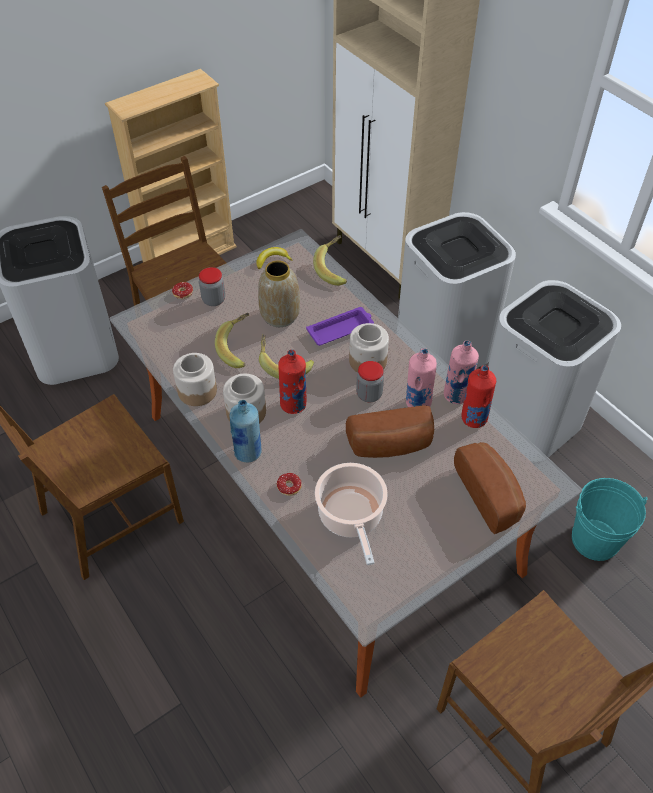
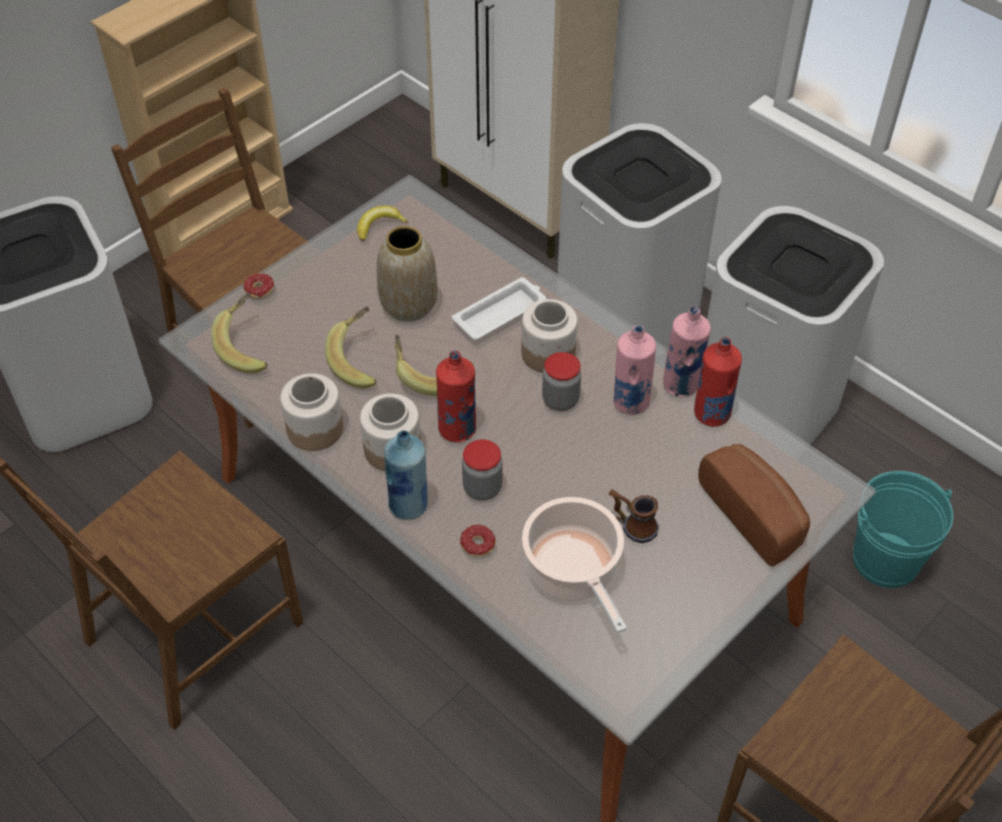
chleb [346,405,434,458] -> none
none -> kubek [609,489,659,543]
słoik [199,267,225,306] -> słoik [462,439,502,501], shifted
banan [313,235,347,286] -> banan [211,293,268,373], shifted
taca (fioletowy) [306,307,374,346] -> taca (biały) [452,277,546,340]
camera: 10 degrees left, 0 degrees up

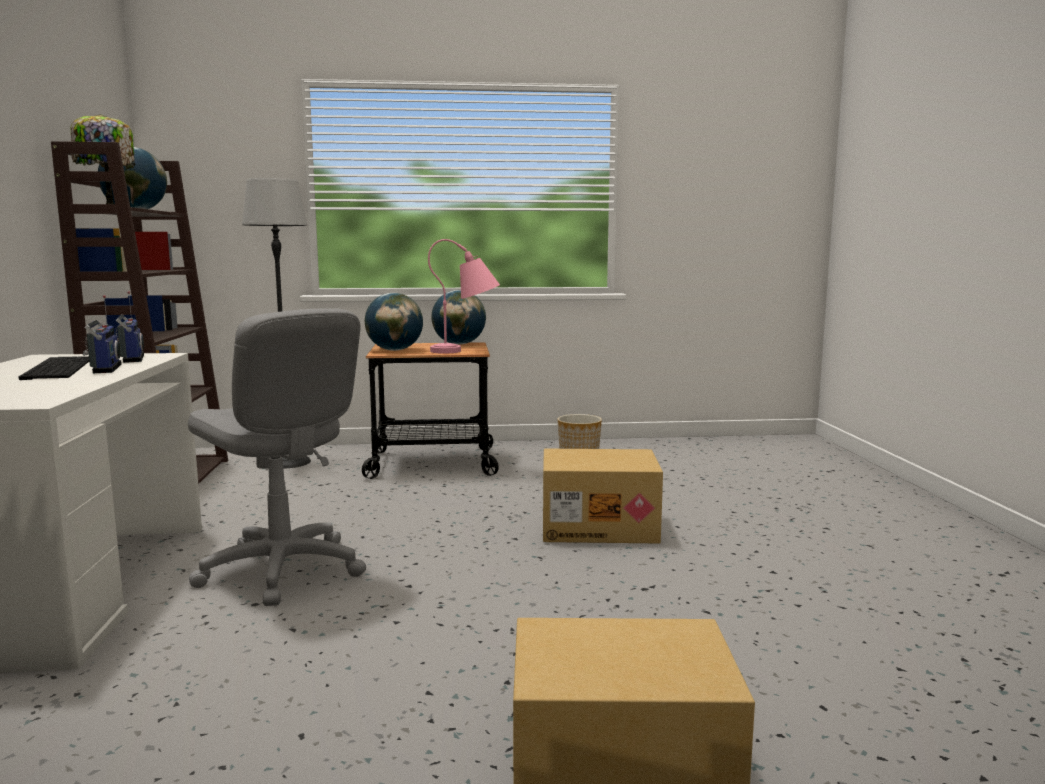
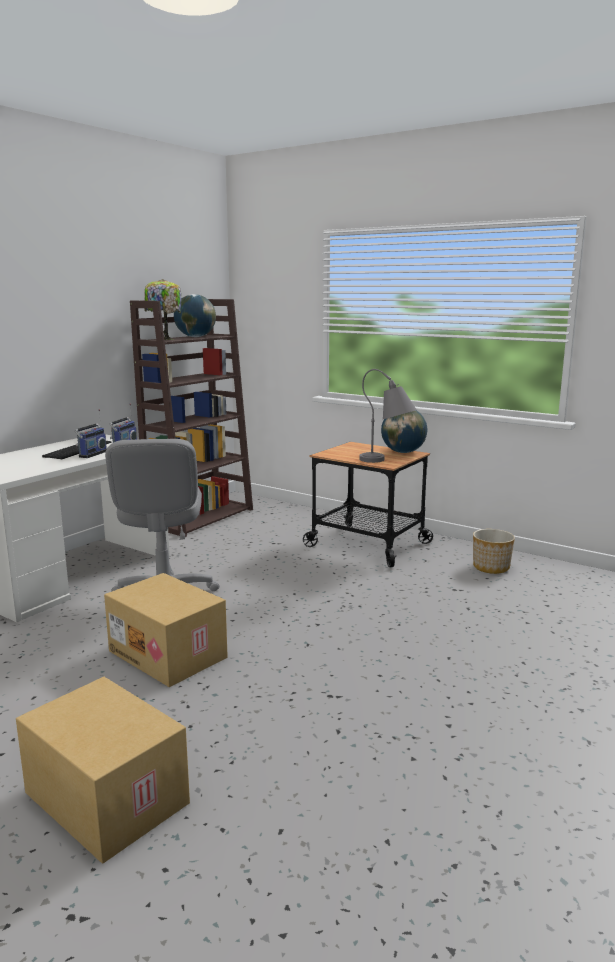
lampa stojąca [242,178,311,469] -> none
globus [365,293,423,351] -> none
karton [543,449,663,544] -> karton [104,573,228,687], shifted
lampa stołowa (różowy) [428,239,500,354] -> lampa stołowa (szary) [359,369,417,463]
camera: 40 degrees right, 5 degrees up

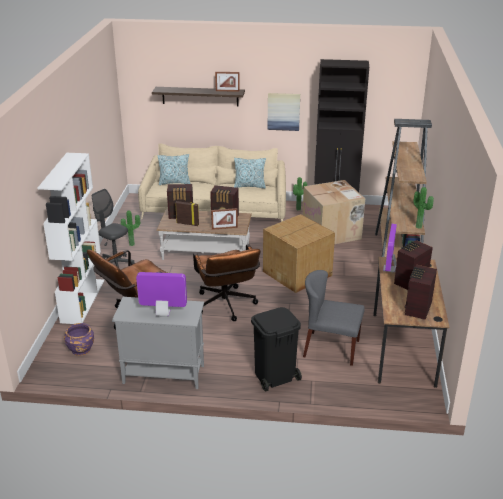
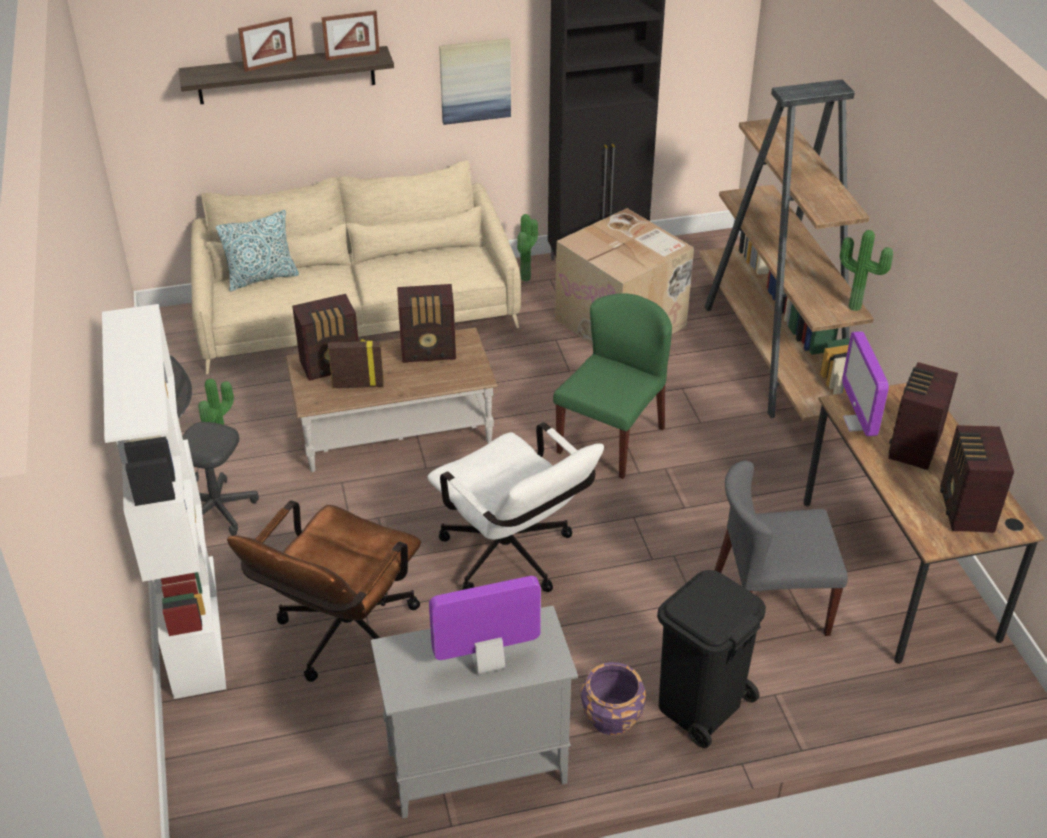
poduszka [234,158,266,189] -> none
donica (fioletowy) [64,323,94,355] -> donica (fioletowy) [581,662,646,735], shifted
ramka na zdjęcie [211,208,238,230] -> ramka na zdjęcie [238,17,297,72], shifted
karton [263,214,335,293] -> krzesło (zielony) [553,293,672,479]
krzesło biurowe (brązowy) [193,245,261,321] -> krzesło biurowe (biały) [427,422,604,592]
camera: 20 degrees left, 10 degrees up

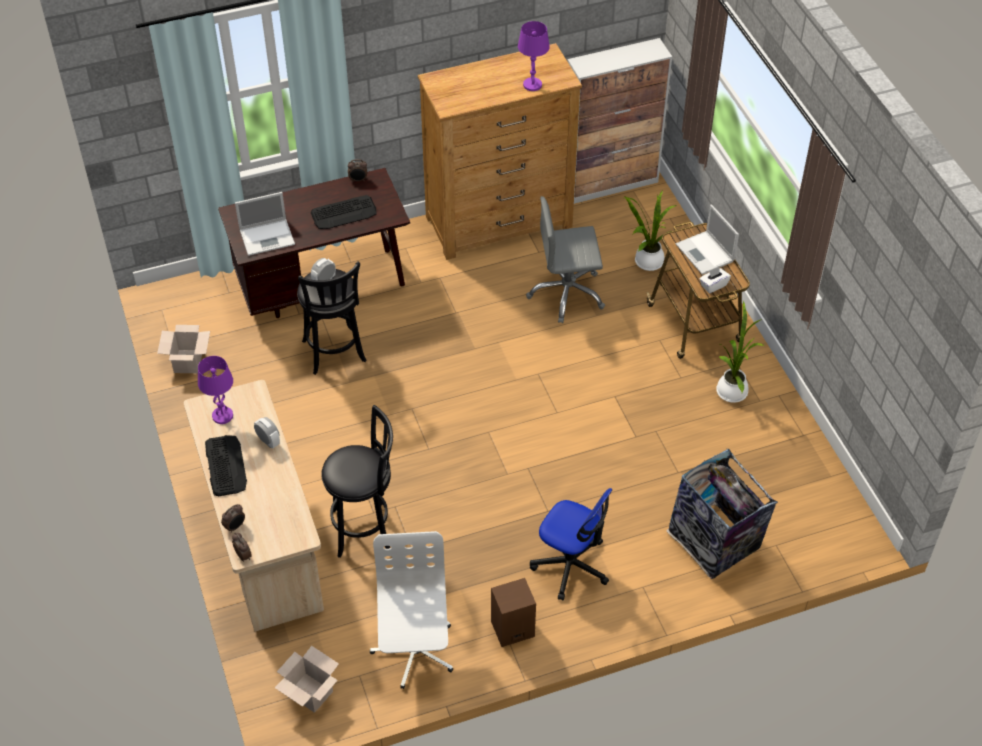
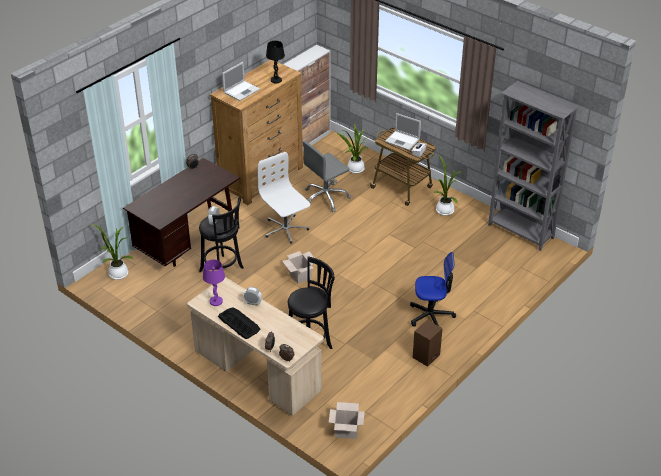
klawiatura [311,195,376,229] -> none
kosz na śmieci [666,449,778,579] -> none
none -> roślina doniczkowa [90,224,133,280]
none -> regał (szary) [488,81,579,251]
karton [157,325,210,373] -> karton [282,251,314,284], shifted
laptop [235,192,295,256] -> laptop [222,62,260,101], shifted
krzesło biurowe (biały) [370,531,453,689] -> krzesło biurowe (biały) [258,152,310,243], shifted
lampa stołowa (fioletowy) [518,21,550,91] -> lampa stołowa (czarny) [266,41,285,83]
camera: 30 degrees left, 10 degrees down

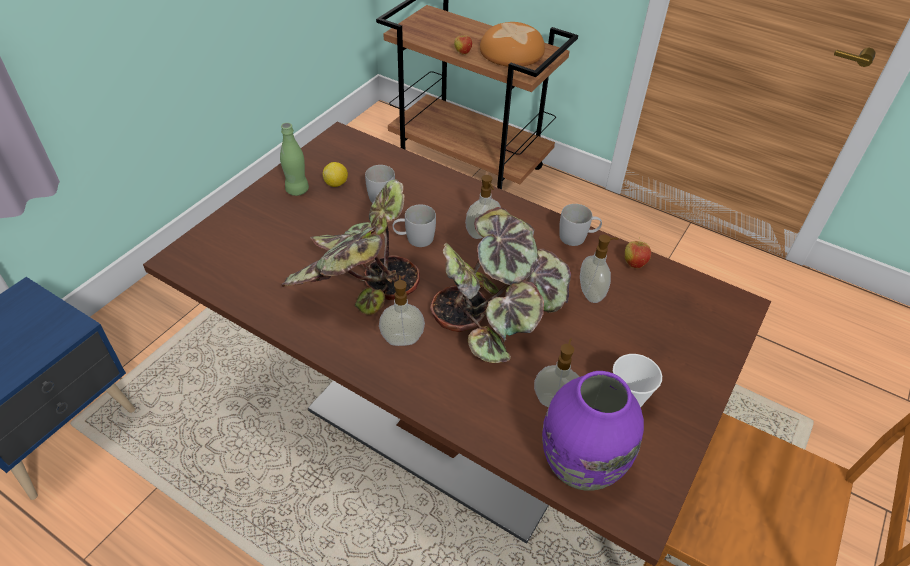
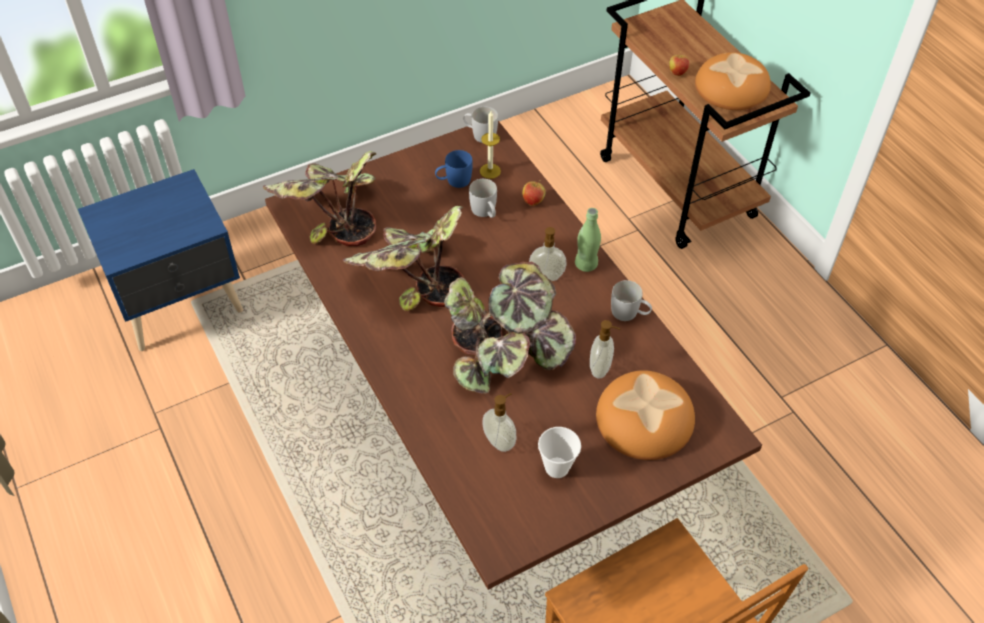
dozownik mydła [379,275,425,346] -> none
wazon (fioletowy) [542,371,644,491] -> none
none -> roślina doniczkowa [263,151,376,246]
none -> świeca [480,111,501,179]
none -> chleb [596,370,695,460]
butelka (zielony) [280,123,309,196] -> butelka (zielony) [575,208,601,272], shifted
kubek (biały) [392,204,436,247] -> kubek (biały) [463,107,498,143], shifted
jabłko [625,237,651,268] -> jabłko [523,180,546,206], shifted
cytryna [323,162,348,187] -> kubek (niebieski) [435,150,473,188]
camera: 30 degrees right, 5 degrees up

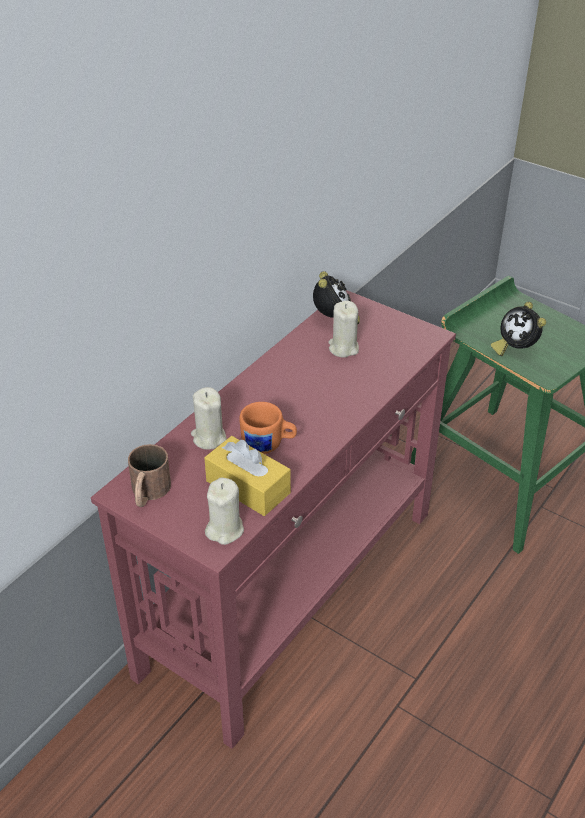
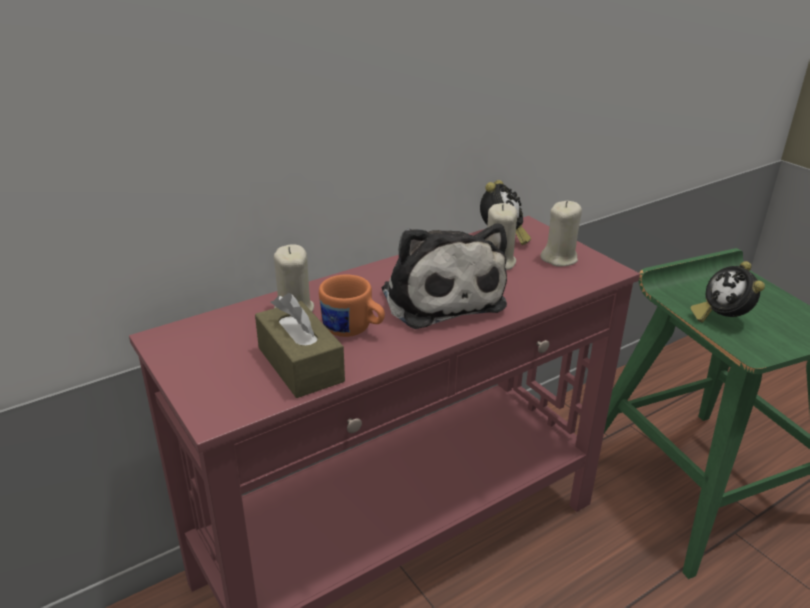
kubek (brązowy) [128,444,171,507] -> none
none -> pluszak [381,223,507,329]
świeca (beżowy) [205,477,244,545] -> świeca (beżowy) [540,201,582,267], shifted
pudełko chusteczek (żółty) [204,436,291,516] -> pudełko chusteczek (brązowy) [255,293,345,398]
camera: 20 degrees right, 10 degrees down

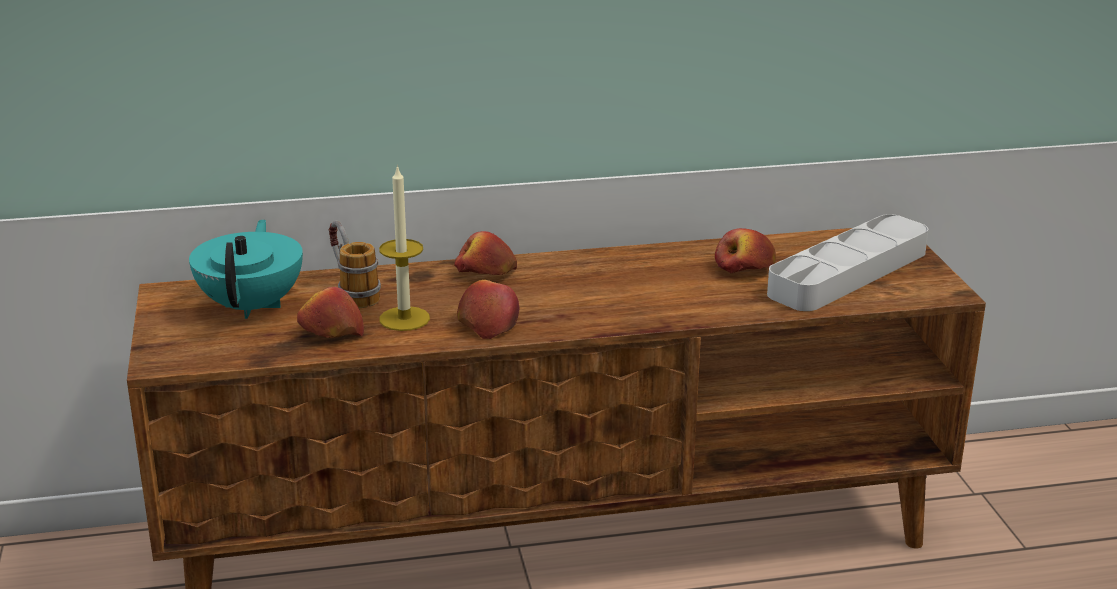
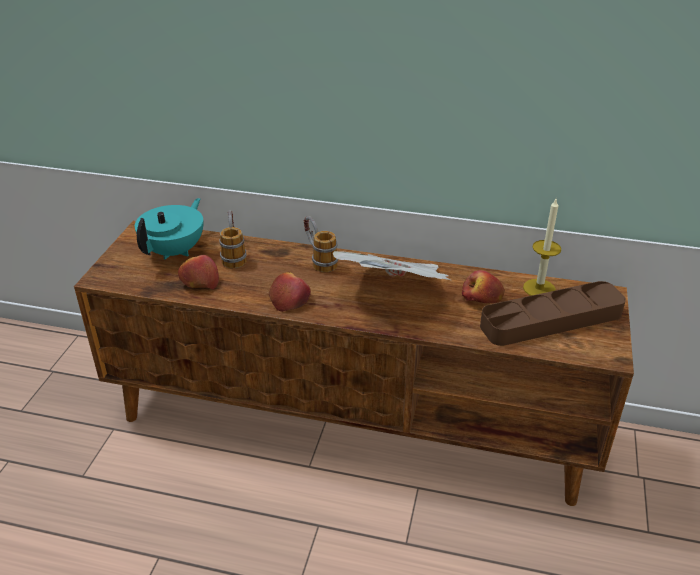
none -> gazeta [333,251,450,280]
świeca [379,165,430,331] -> świeca [523,197,561,296], shifted
jabłko [454,231,517,275] -> kubek [304,216,338,272]
taca (szary) [767,214,928,311] -> taca (brązowy) [480,281,626,346]
camera: 25 degrees right, 10 degrees up

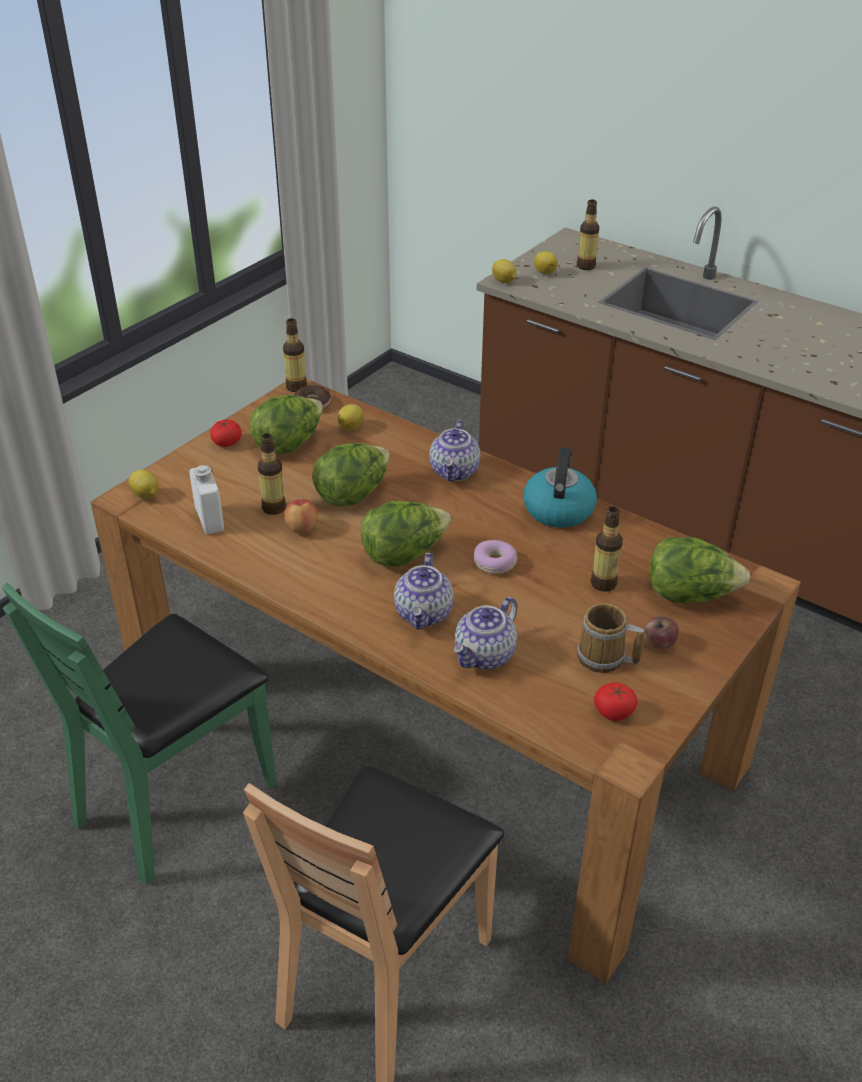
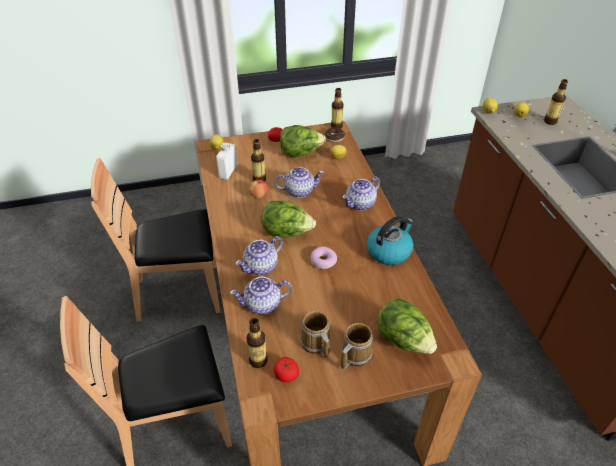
butelka [591,506,623,592] -> butelka [246,318,267,368], shifted
sałata [312,443,390,507] -> imbryk [275,167,324,198]
jabłko [645,616,679,649] -> kubek [341,323,373,369]
krzesło (zielony) [2,583,277,885] -> krzesło (brązowy) [91,158,220,322]
camera: 40 degrees right, 5 degrees up

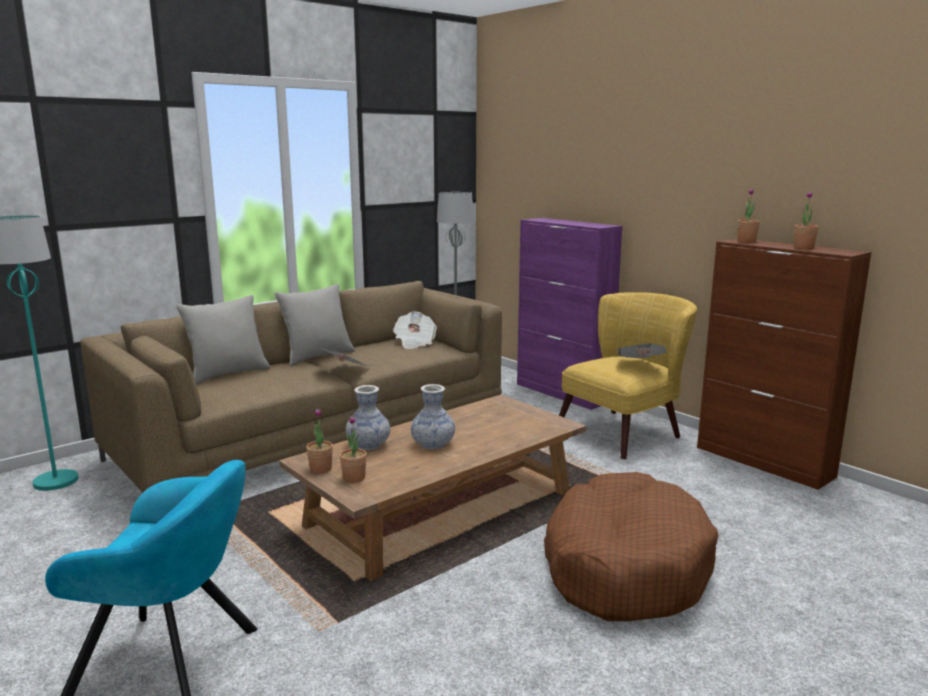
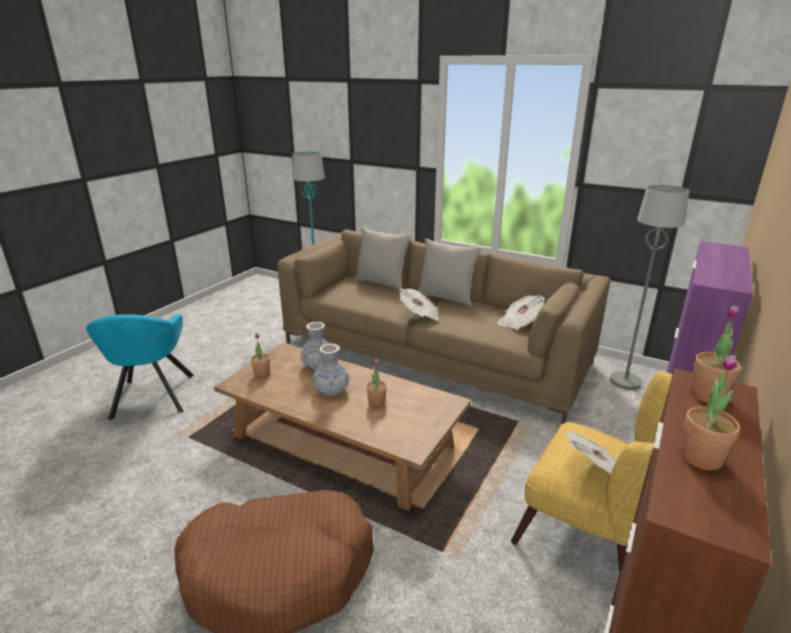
roślina doniczkowa [306,408,333,474] -> roślina doniczkowa [366,359,387,407], shifted
camera: 70 degrees right, 10 degrees up

